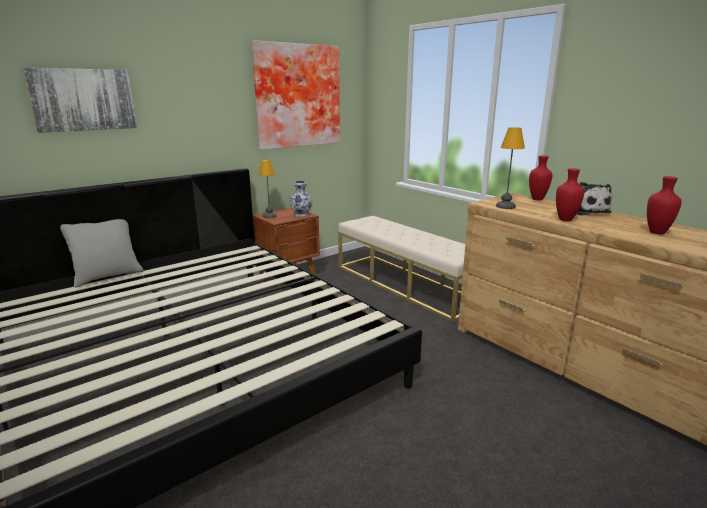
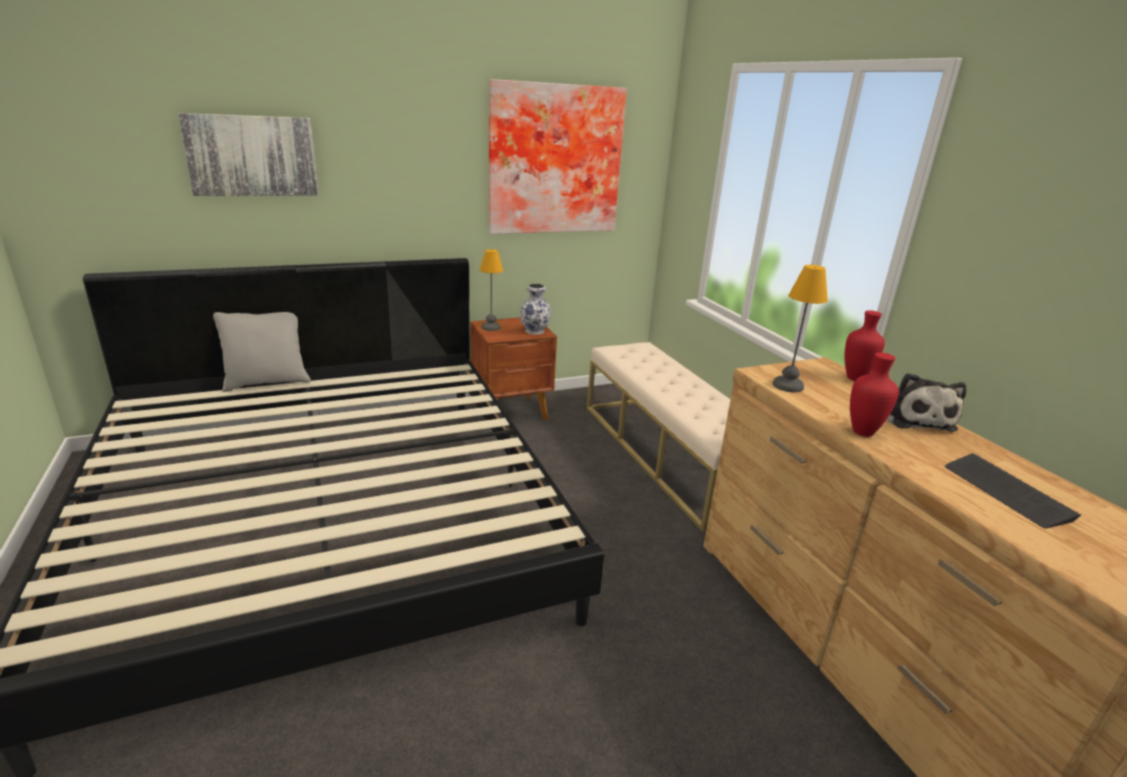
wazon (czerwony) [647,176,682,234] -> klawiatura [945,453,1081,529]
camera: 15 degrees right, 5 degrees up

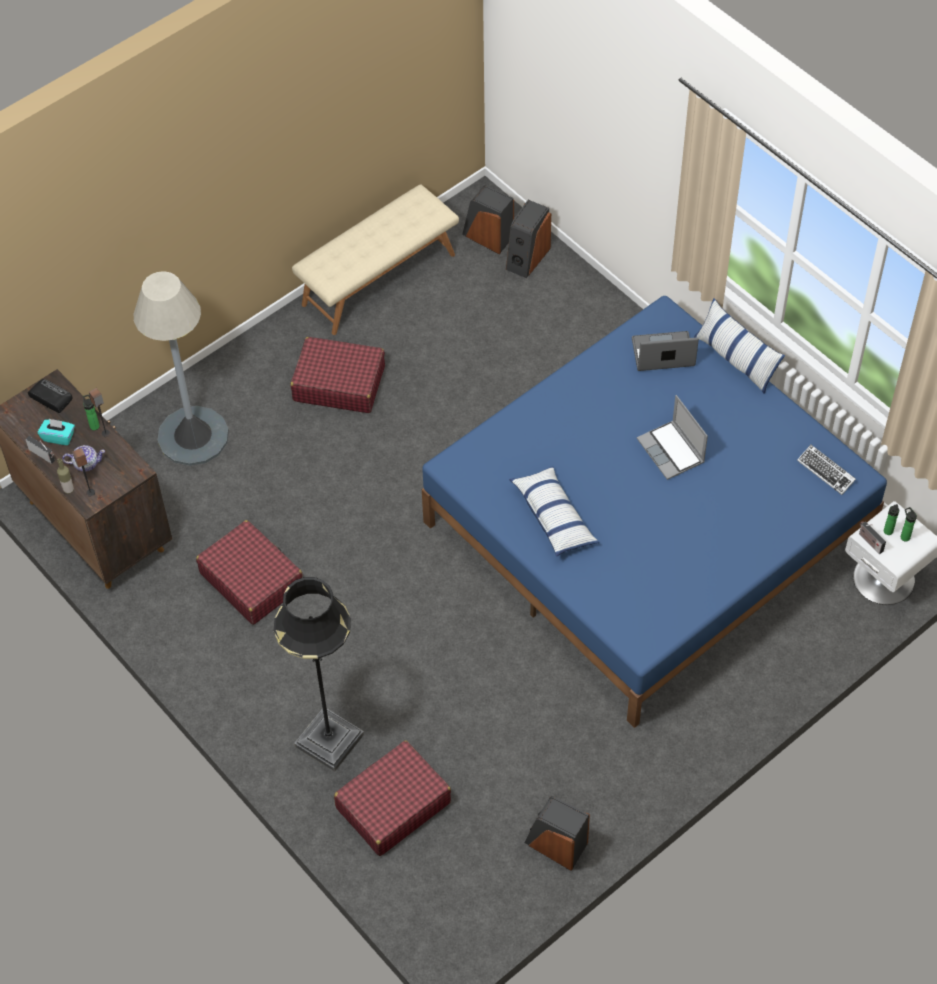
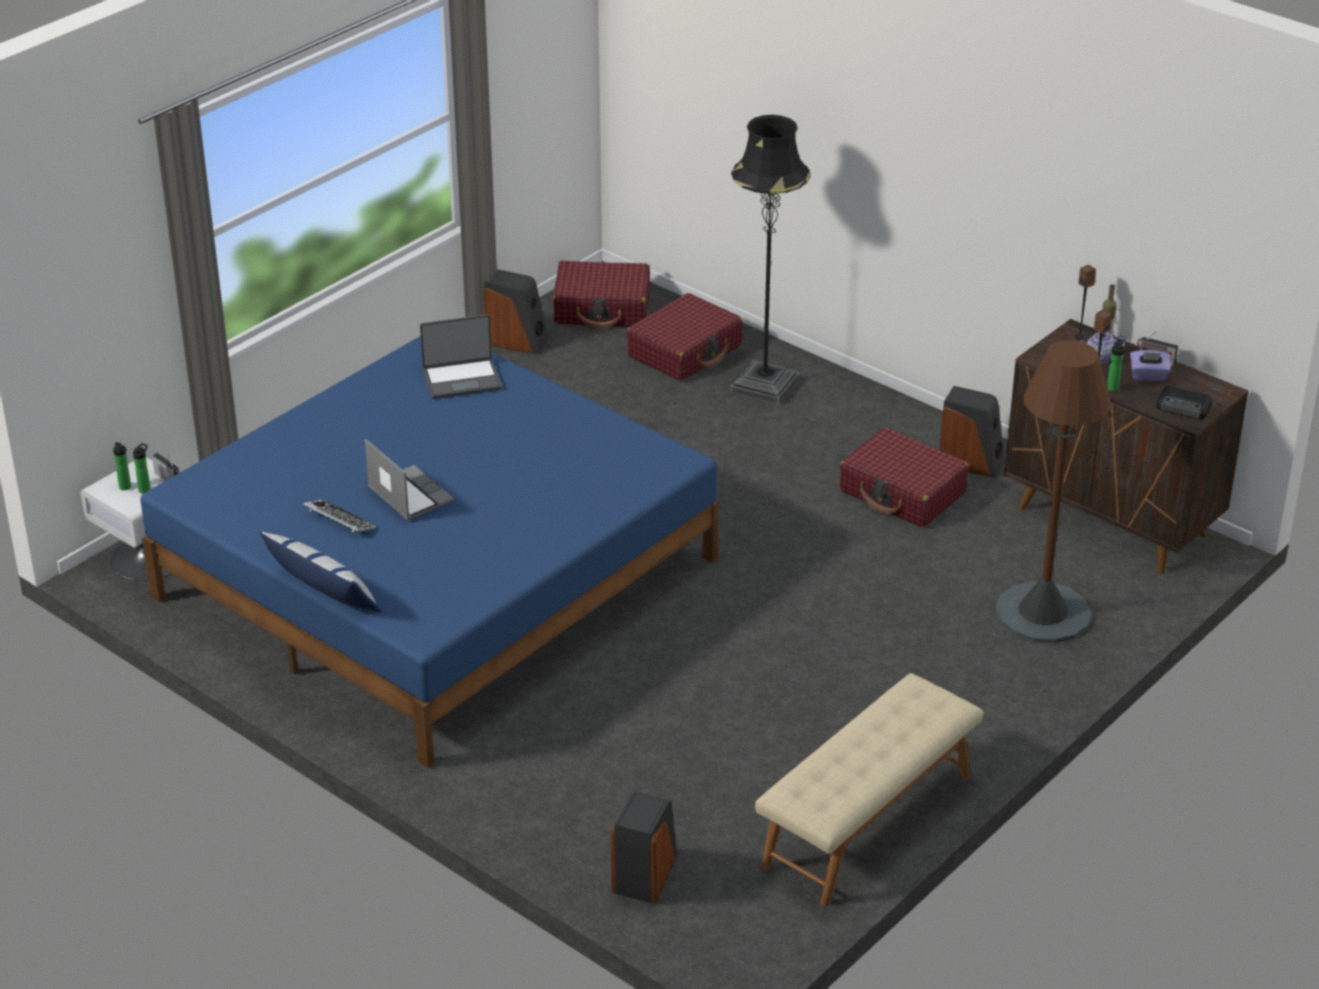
poduszka [509,466,599,557] -> none
walizka (czerwony) [290,337,385,413] -> walizka (czerwony) [553,261,650,329], shifted
głośnik [462,186,514,254] -> głośnik [939,386,1005,478], shifted
laptop [632,331,699,371] -> laptop [420,314,502,399], shifted
klawiatura [797,445,856,495] -> klawiatura [304,499,376,533], shifted
pudełko chusteczek (turkusowy) [38,418,75,445] -> pudełko chusteczek (fioletowy) [1130,350,1171,381]
lampa stojąca (szary) [134,271,229,466] -> lampa stojąca (brązowy) [996,340,1112,643]
camera: 170 degrees right, 20 degrees down

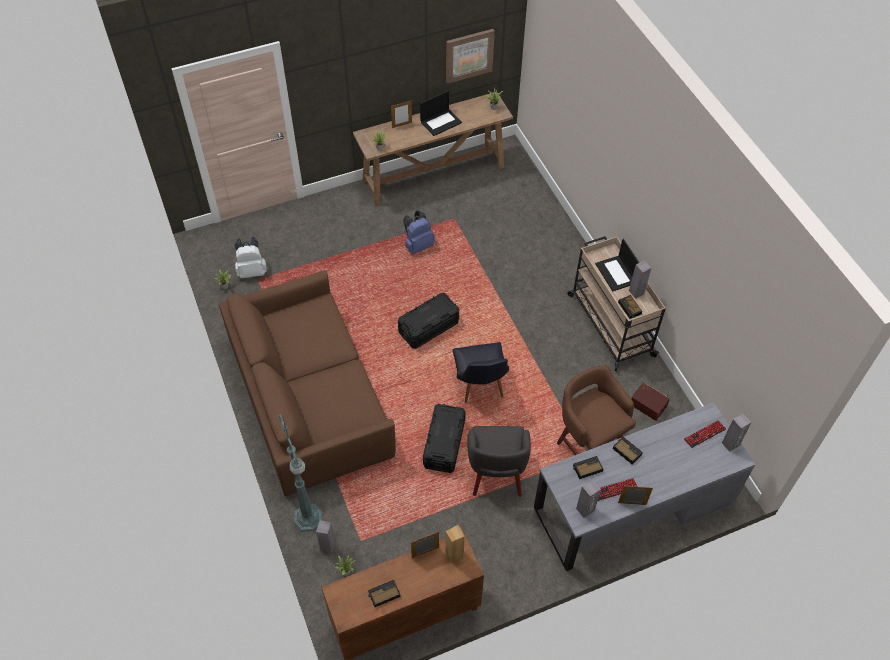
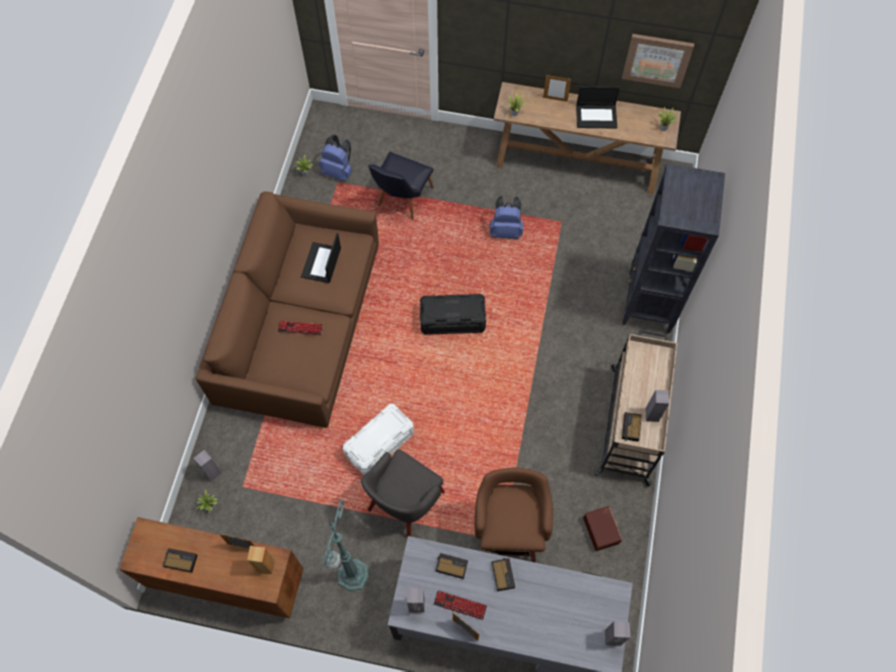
none -> regał (czarny) [622,163,725,333]
lampa stojąca (zielony) [279,414,322,532] -> lampa stojąca (zielony) [323,500,369,591], shifted
krzesło (czarny) [453,342,509,403] -> krzesło (czarny) [368,152,434,220], shifted
laptop [595,239,639,291] -> laptop [301,233,341,283], shifted
klawiatura [684,420,726,448] -> klawiatura [278,321,323,335], shifted
plecak (biały) [235,237,267,278] -> plecak (niebieski) [319,135,352,181]
pojemnik do przechowywania (czarny) [423,404,466,473] -> pojemnik do przechowywania (biały) [343,404,414,475]
camera: 35 degrees right, 10 degrees up

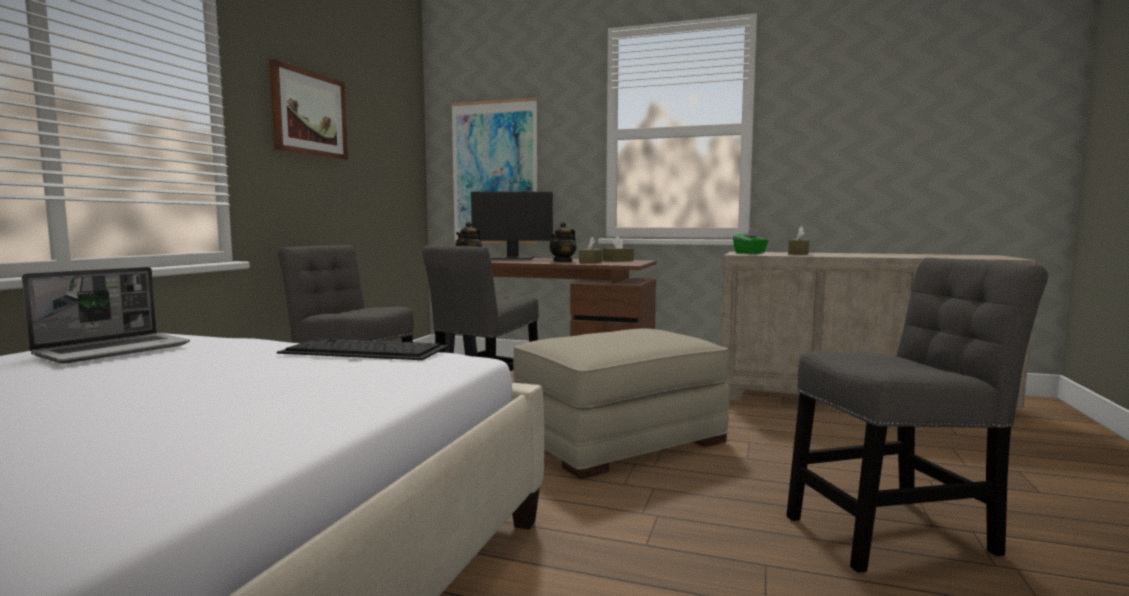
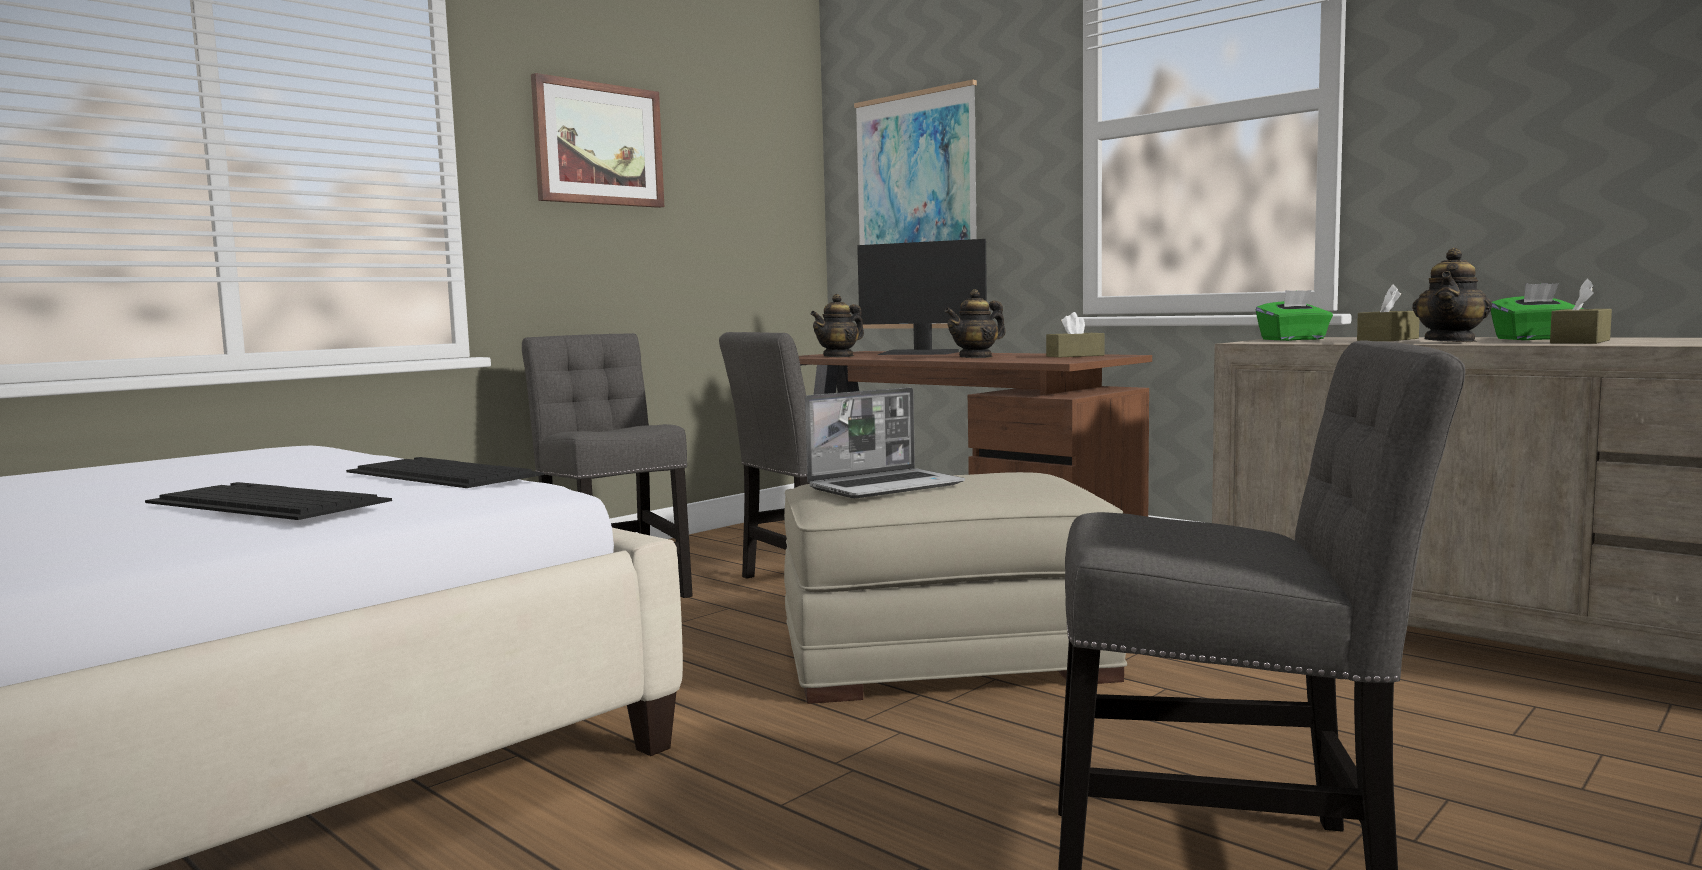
none -> klawiatura [145,482,392,520]
none -> imbryk [1412,248,1492,342]
none -> pudełko chusteczek (zielony) [1491,283,1583,340]
laptop [22,267,190,364] -> laptop [805,387,965,498], shifted
pudełko chusteczek (brązowy) [579,237,602,264] -> pudełko chusteczek (brązowy) [1550,279,1612,344], shifted
camera: 25 degrees right, 0 degrees up

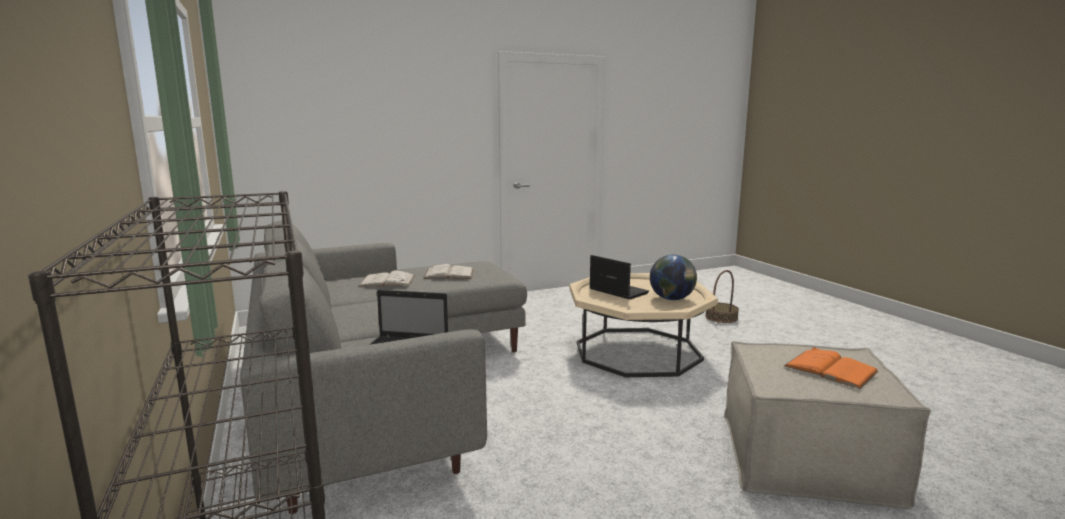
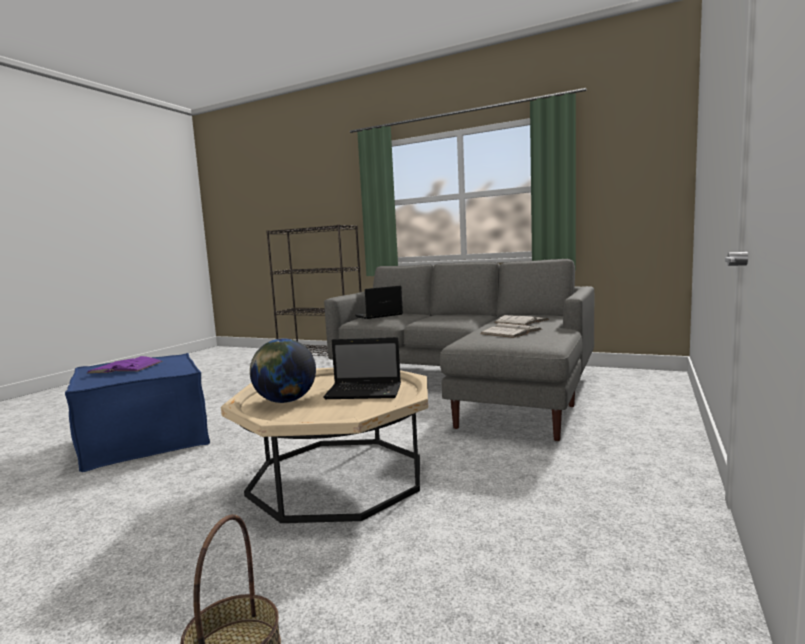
pufa (beżowy) [724,341,931,509] -> pufa (niebieski) [65,353,210,472]
książka (pomarańczowy) [784,347,879,389] -> książka (fioletowy) [88,356,163,373]
camera: 140 degrees right, 5 degrees down

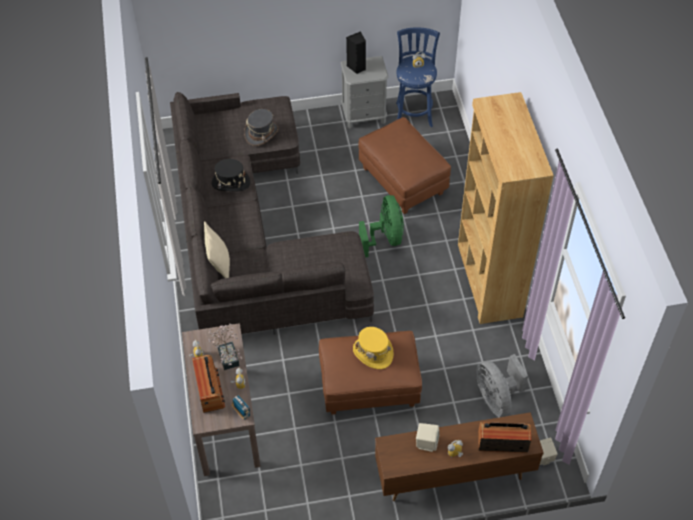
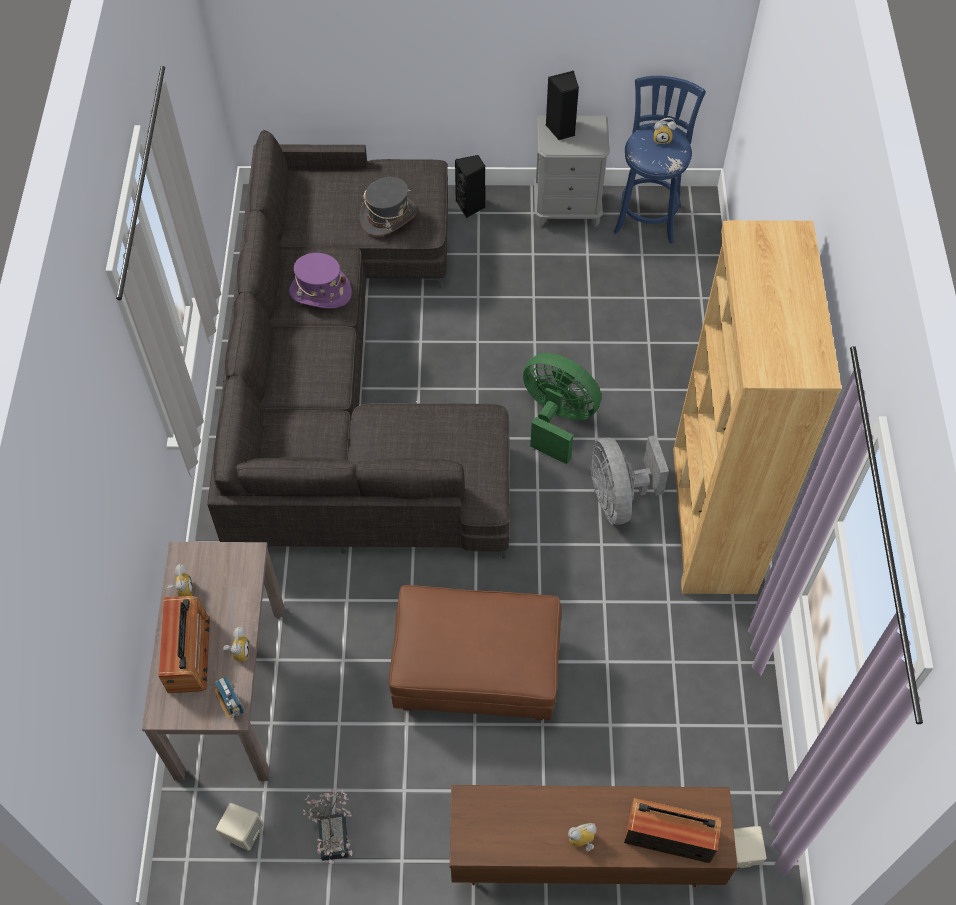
poduszka (beżowy) [204,221,230,278] -> none
kapelusz (żółty) [353,327,394,369] -> none
pufa (brązowy) [358,117,451,214] -> none
none -> głośnik (czarny) [455,155,485,218]
roślina doniczkowa [209,323,242,370] -> roślina doniczkowa [303,788,353,864], shifted
głośnik (beżowy) [416,423,439,452] -> głośnik (beżowy) [216,803,264,851], shifted
wentylator (szary) [476,354,528,416] -> wentylator (szary) [591,435,669,525], shifted
kapelusz (czarny) [212,159,250,191] -> kapelusz (fioletowy) [289,253,352,309]
wentylator (zielony) [359,195,404,258] -> wentylator (zielony) [523,353,601,464], 60 degrees counterclockwise
camera: 10 degrees right, 5 degrees up

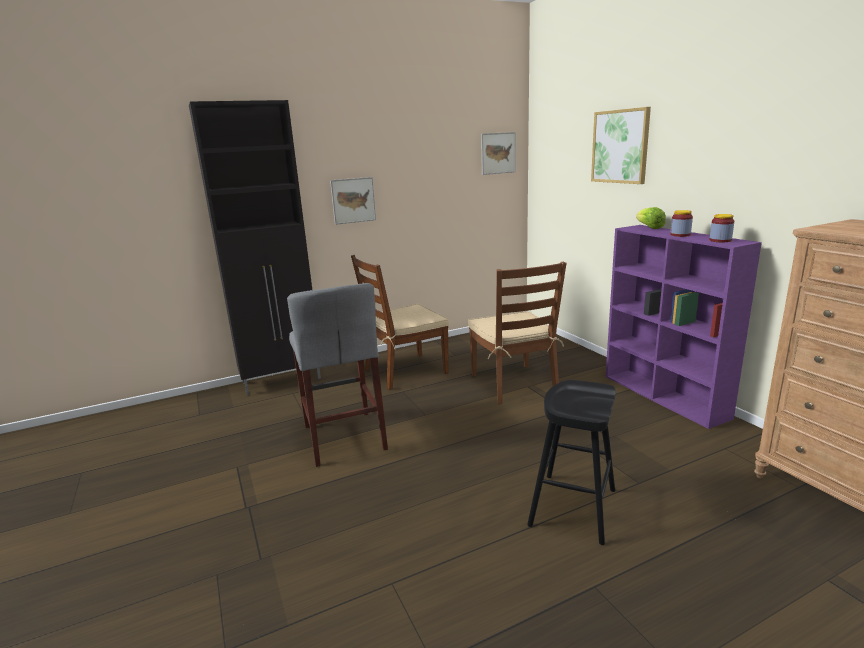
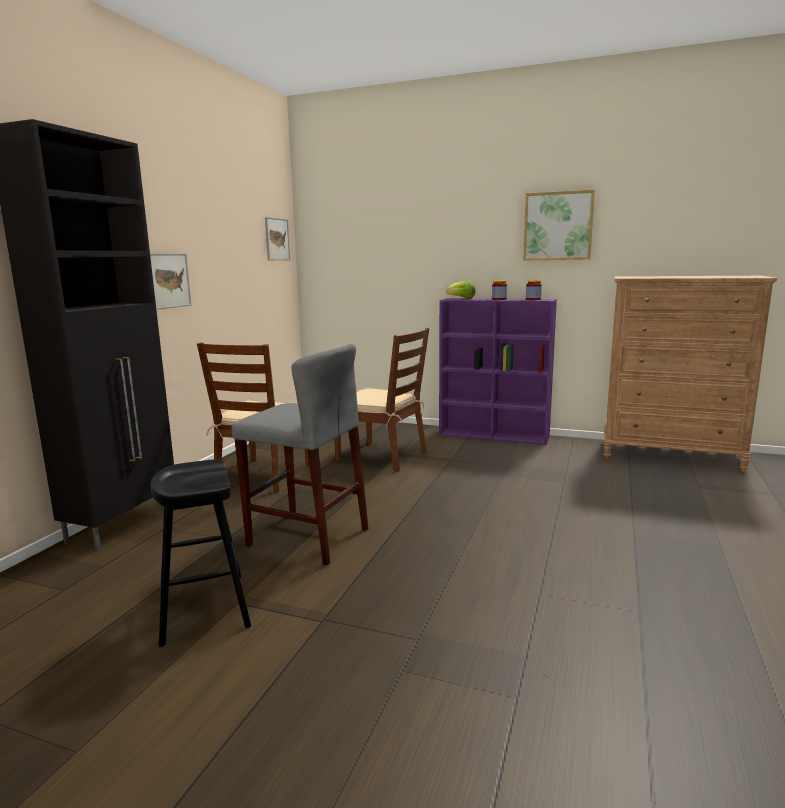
stołek (czarny) [527,380,616,545] -> stołek (czarny) [151,459,251,647], shifted
obraz [591,107,651,184] -> obraz [523,190,595,261], shifted
camera: 45 degrees left, 5 degrees down

